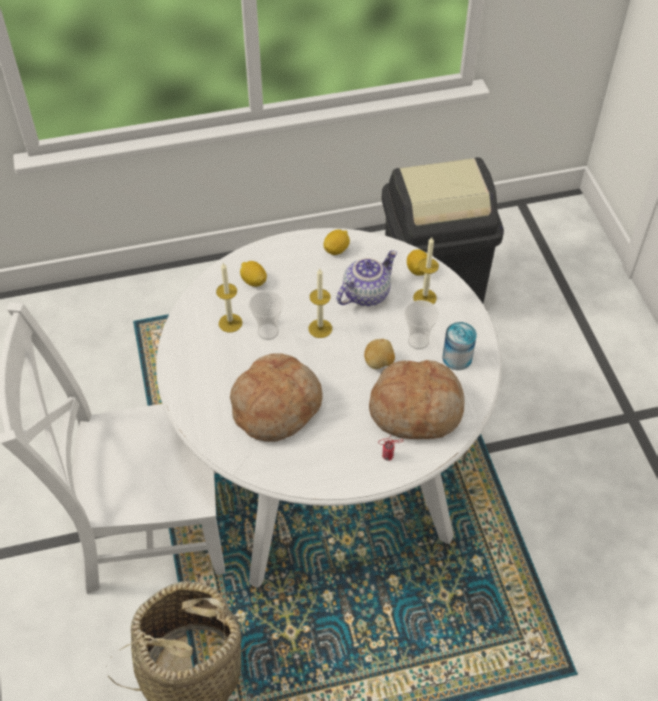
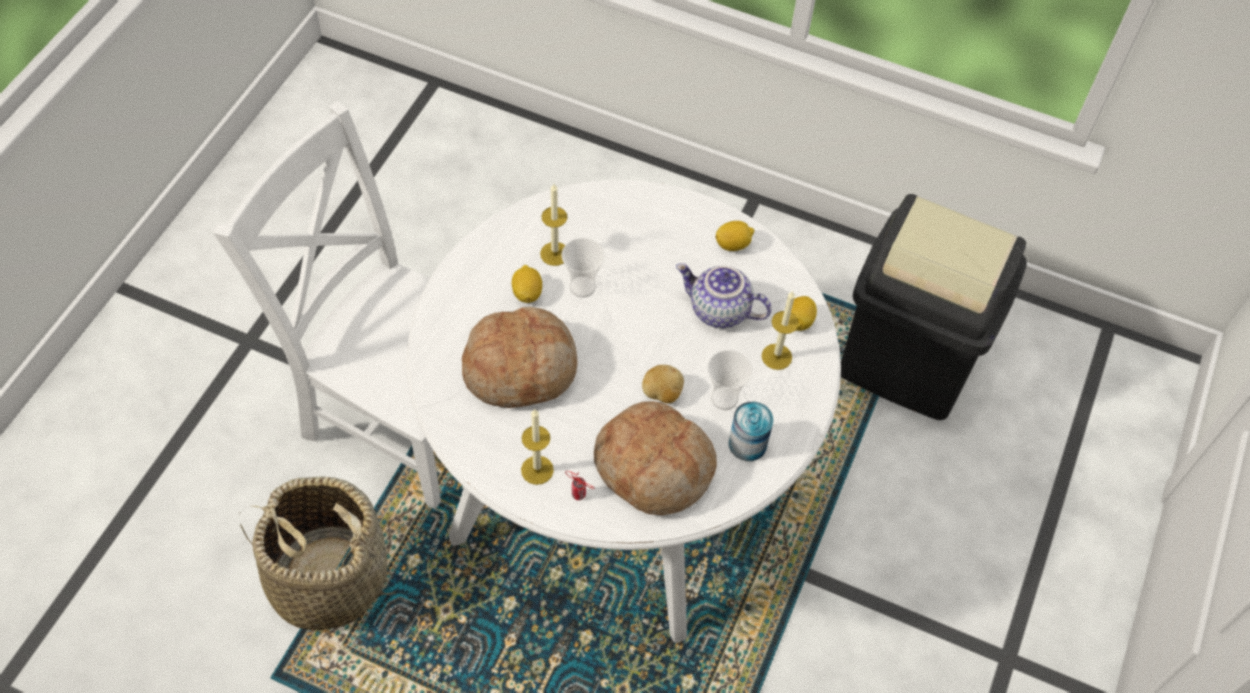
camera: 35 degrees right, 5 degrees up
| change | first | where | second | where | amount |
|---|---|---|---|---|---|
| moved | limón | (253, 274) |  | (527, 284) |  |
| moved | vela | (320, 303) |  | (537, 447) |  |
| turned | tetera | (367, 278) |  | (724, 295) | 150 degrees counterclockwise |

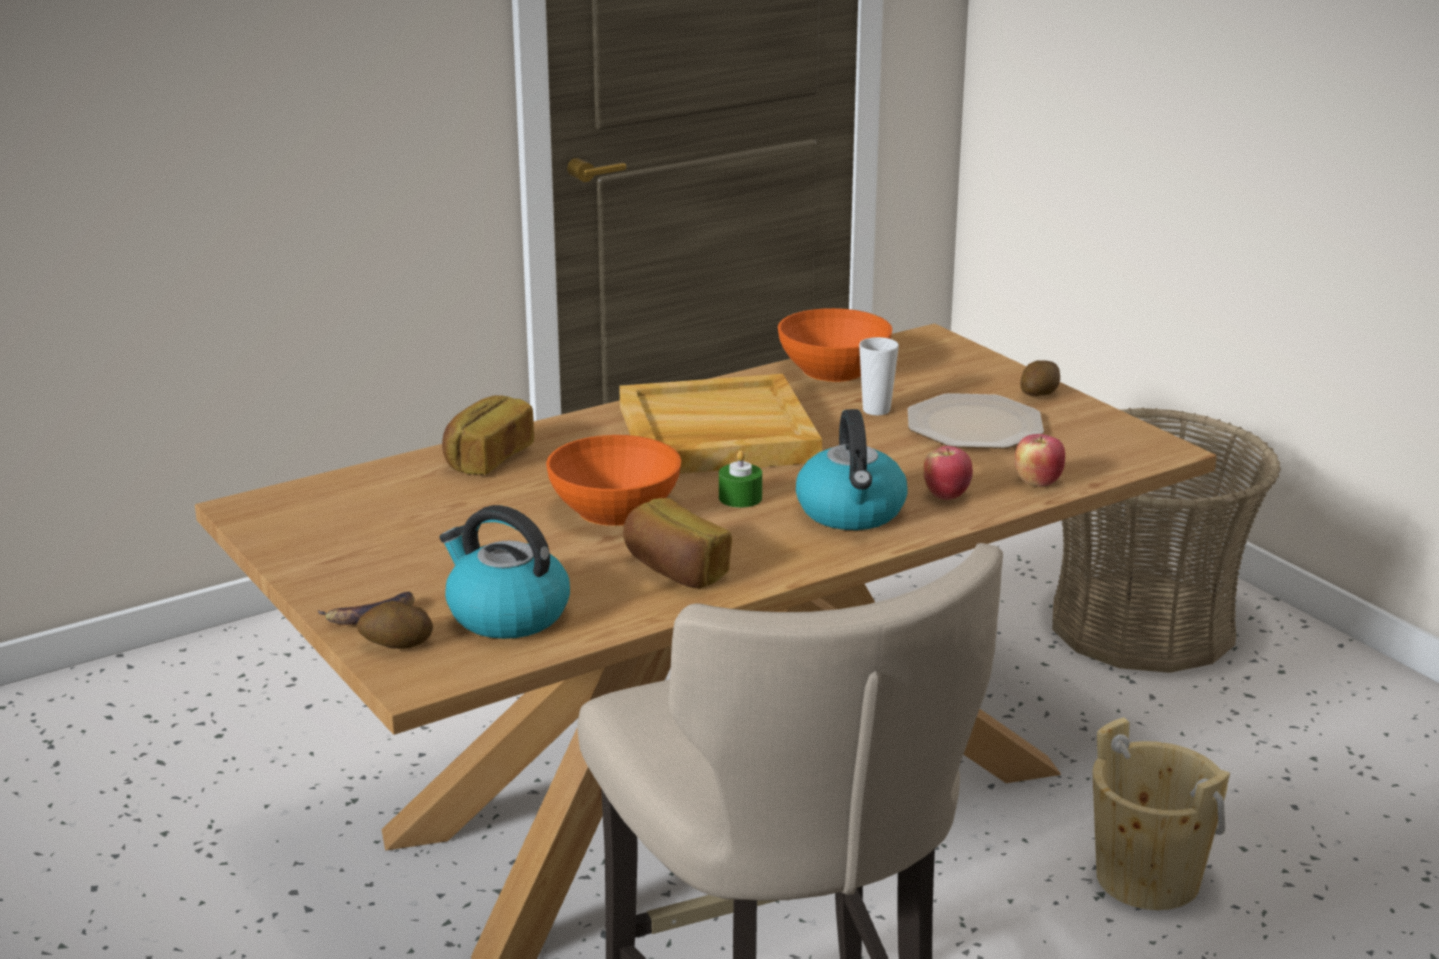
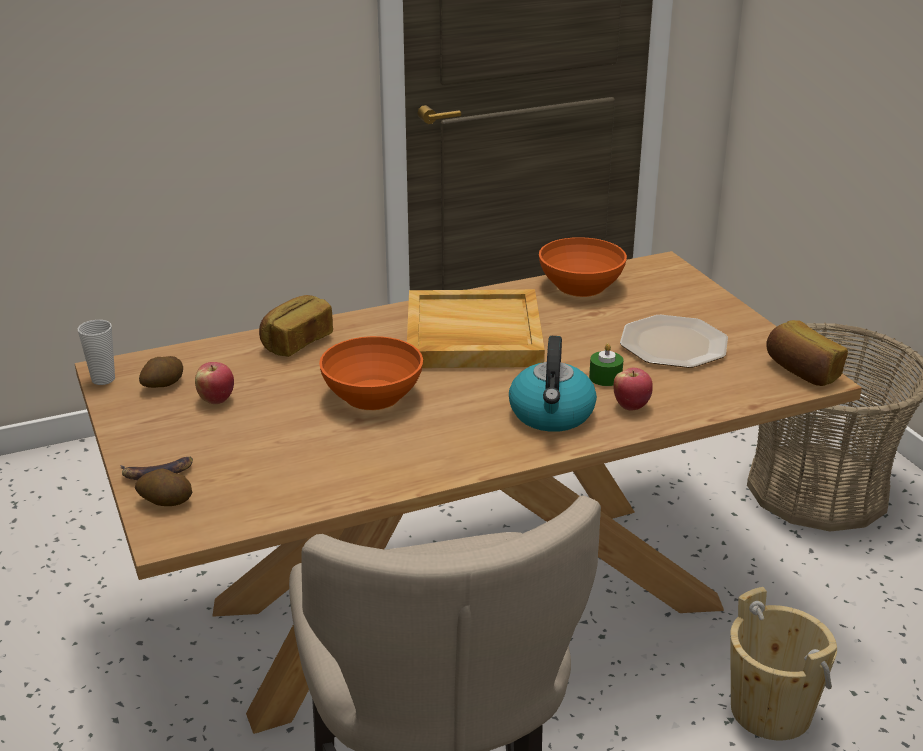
camera: 10 degrees right, 5 degrees up
| change | first | where | second | where | amount |
|---|---|---|---|---|---|
| removed | hervidor | (505, 572) |  |  |  |
| moved | pan | (677, 543) |  | (807, 353) |  |
| moved | vela [verde] | (740, 479) |  | (606, 364) |  |
| moved | taza | (879, 376) |  | (96, 352) |  |
| moved | manzana | (1040, 460) |  | (214, 383) |  |
| moved | patata | (1040, 378) |  | (161, 372) |  |

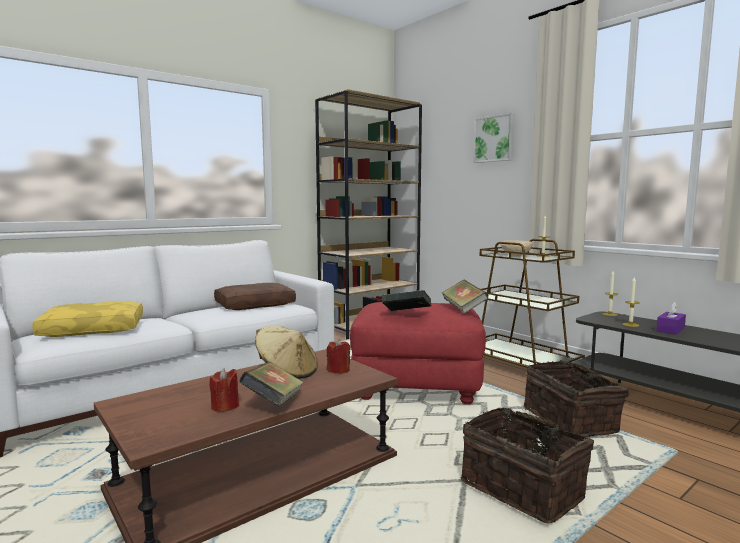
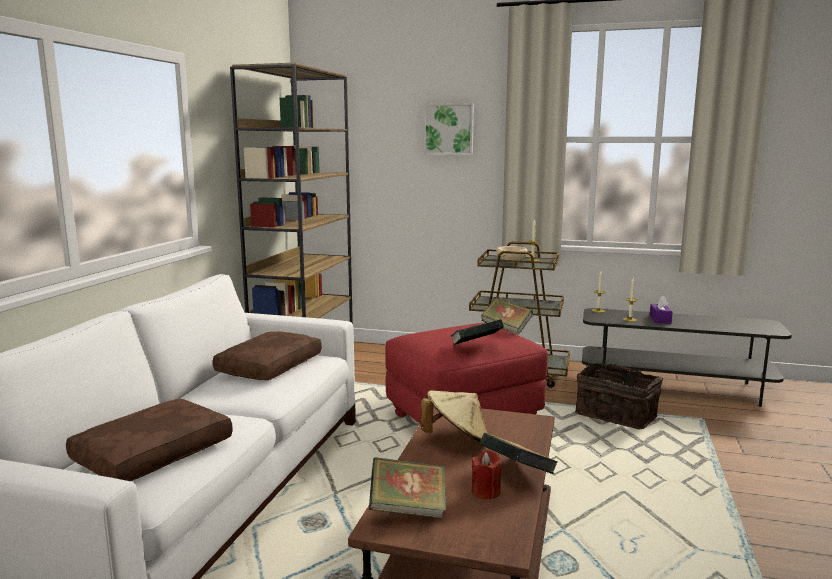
camera: 35 degrees left, 5 degrees up
| change | first | where | second | where | amount |
|---|---|---|---|---|---|
| recoloured | cojín [amarillo] | (87, 319) | cojín [marrón] | (149, 440) |  |
| removed | vela [rojo] | (339, 356) |  |  |  |
| removed | cesta | (527, 465) |  |  |  |
| added |  |  | libro | (407, 487) |  |

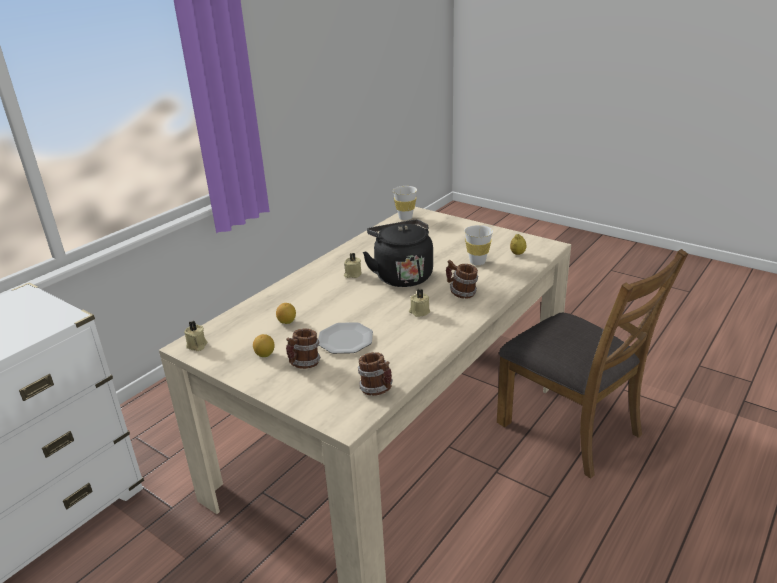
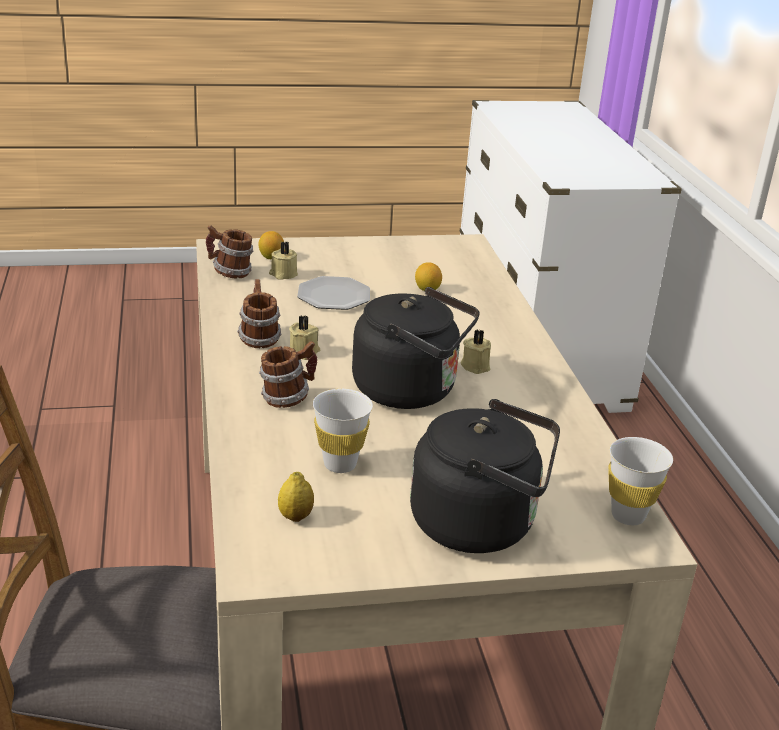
camera: 130 degrees right, 0 degrees up
| change | first | where | second | where | amount |
|---|---|---|---|---|---|
| moved | vela [beis] | (196, 336) |  | (283, 260) |  |
| moved | limón | (264, 345) |  | (271, 245) |  |
| moved | taza grande | (303, 349) |  | (259, 313) |  |
| added |  |  | hervidor [negro] | (485, 476) |  |

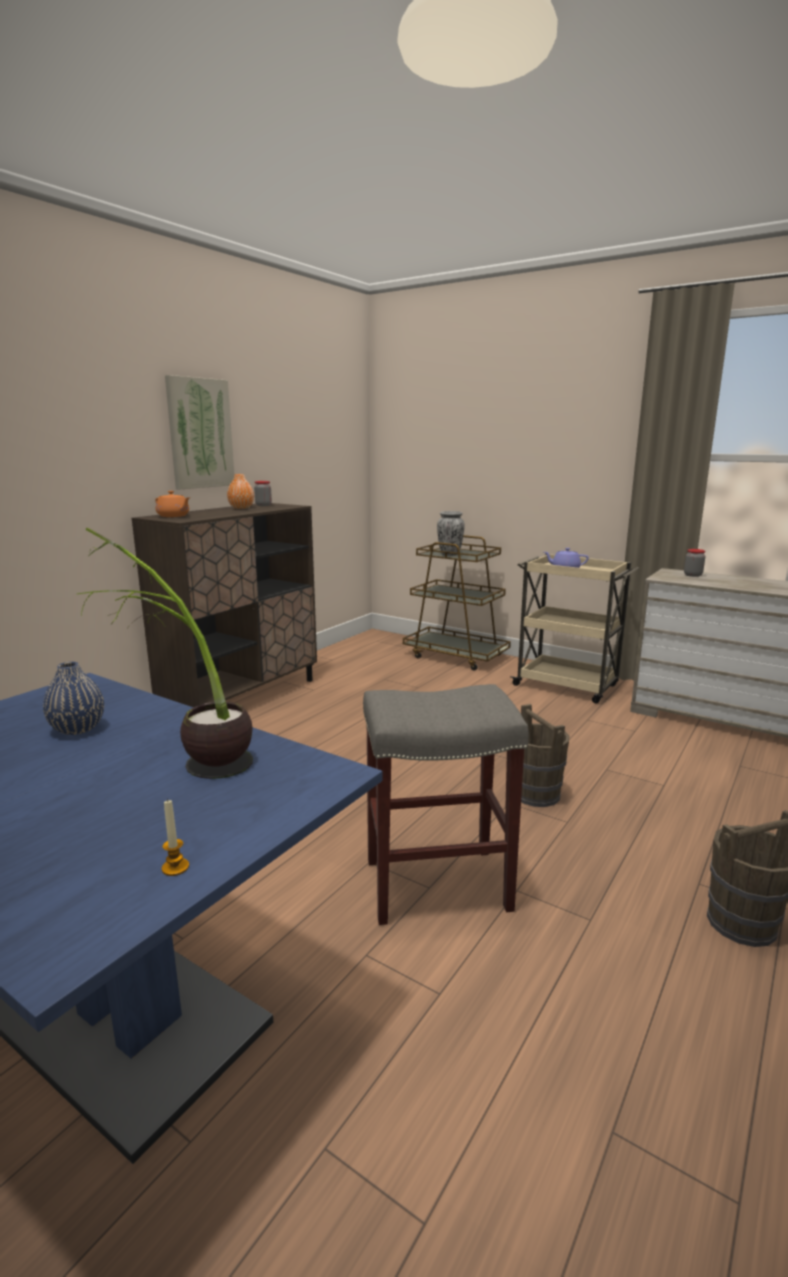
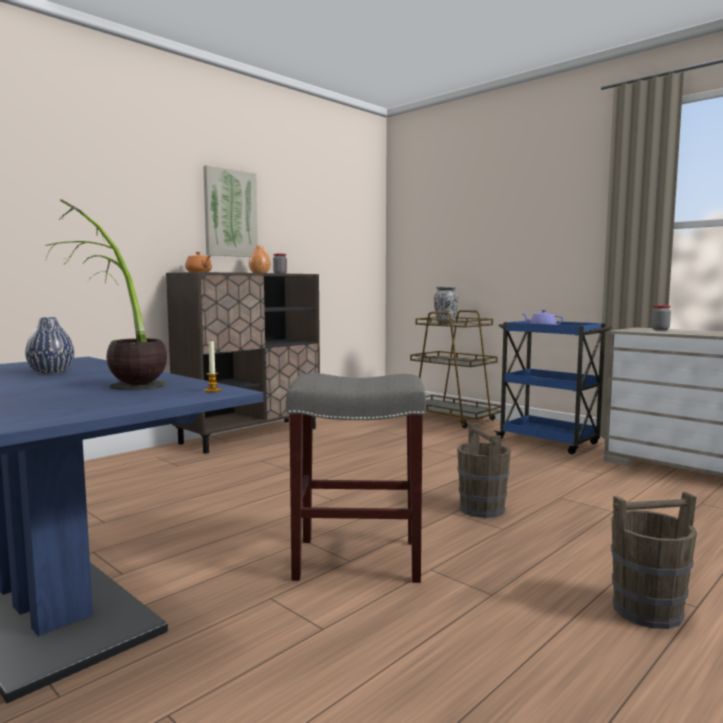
camera: 10 degrees right, 10 degrees down
| change | first | where | second | where | amount |
|---|---|---|---|---|---|
| moved | vela | (175, 837) |  | (213, 367) |  |
| recoloured | carrito [beis] | (574, 628) | carrito [azul] | (553, 387) |  |

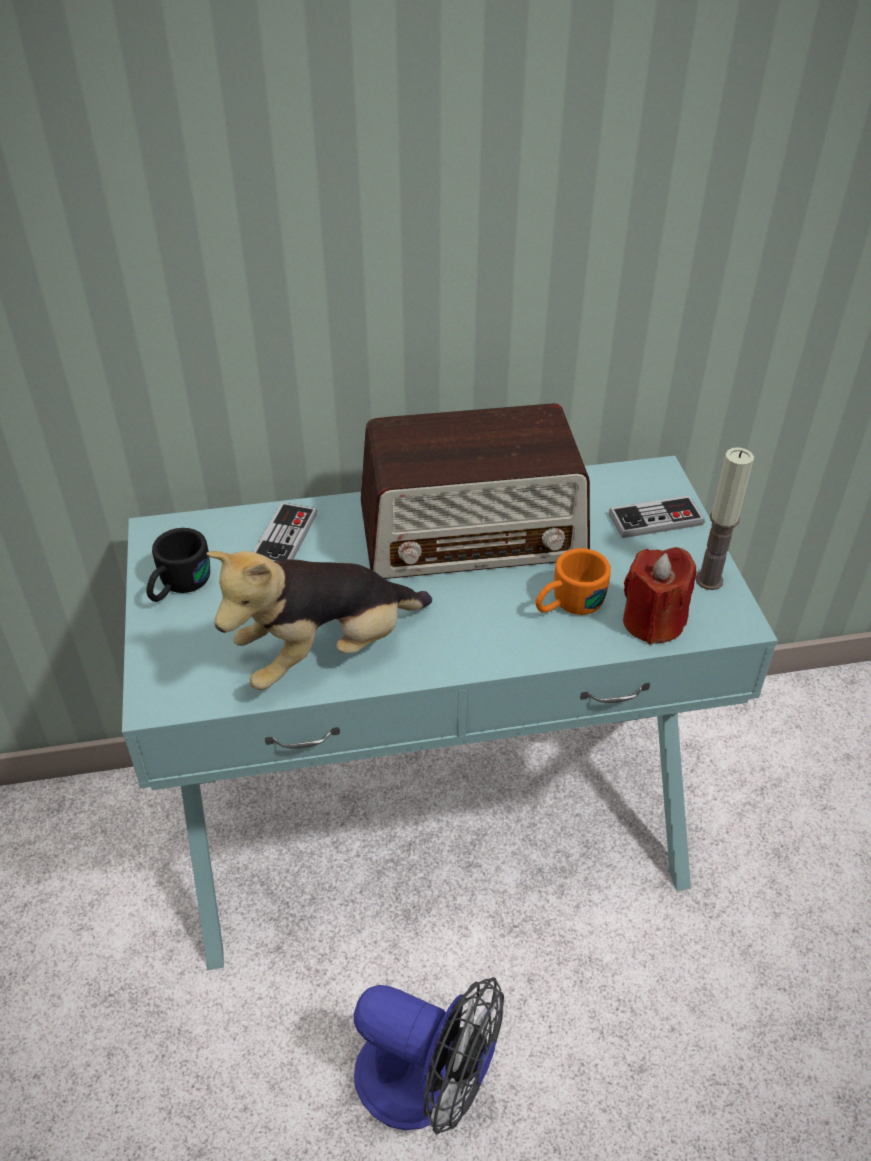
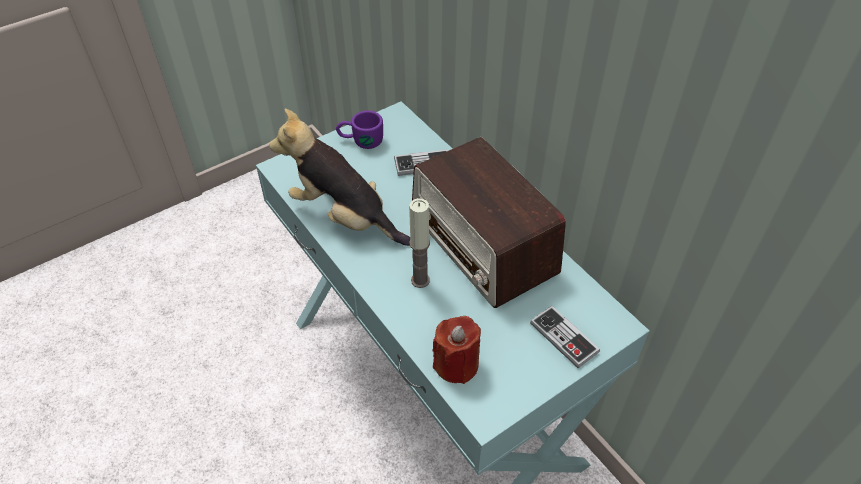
camera: 65 degrees right, 5 degrees up
| change | first | where | second | where | amount |
|---|---|---|---|---|---|
| recoloured | taza grande [negro] | (178, 565) | taza grande [morado] | (359, 129) |  |
| removed | ventilador | (429, 1055) |  |  |  |
| removed | taza grande [naranja] | (573, 581) |  |  |  |
| moved | vela | (725, 518) |  | (419, 243) |  |

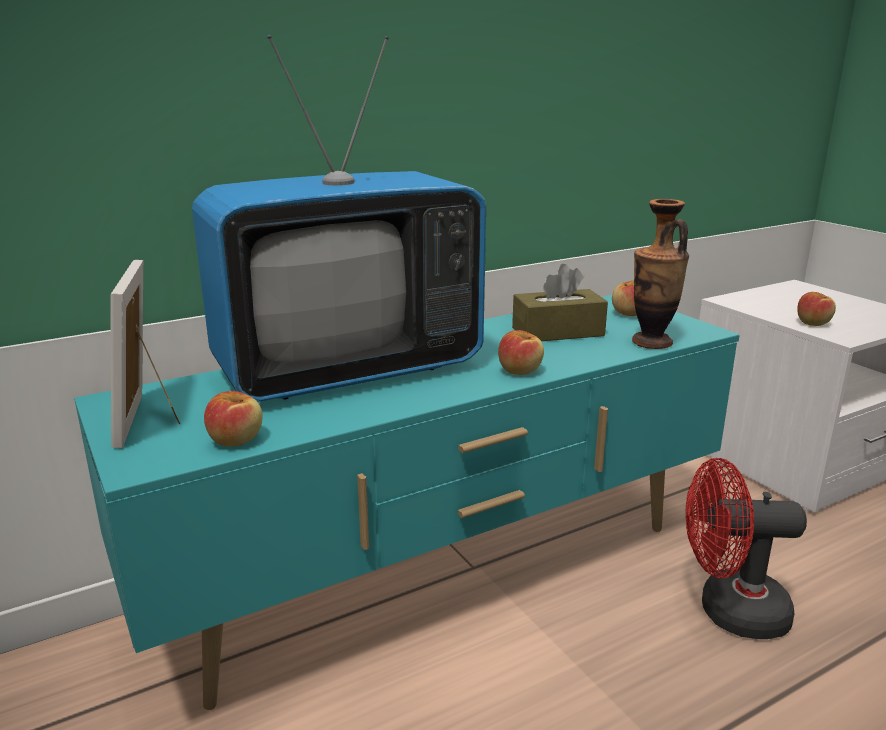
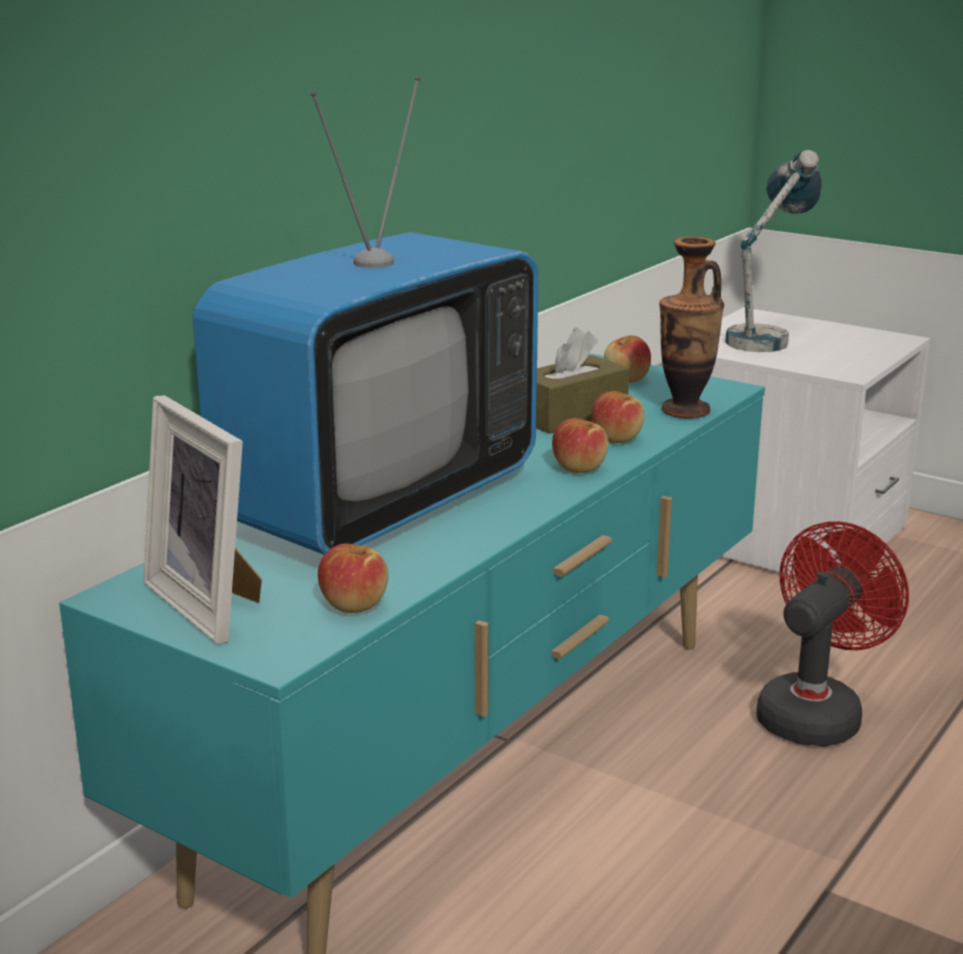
camera: 25 degrees left, 0 degrees up
| change | first | where | second | where | amount |
|---|---|---|---|---|---|
| turned | ventilador [rojo] | (746, 548) |  | (832, 634) | 150 degrees clockwise |
| moved | manzana | (816, 309) |  | (618, 417) |  |
| added |  |  | lámpara de mesa | (774, 251) |  |

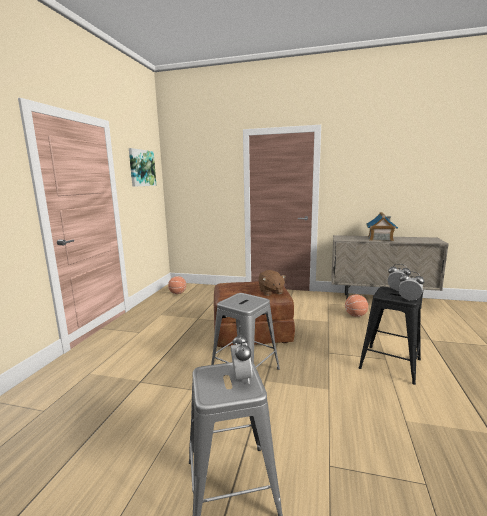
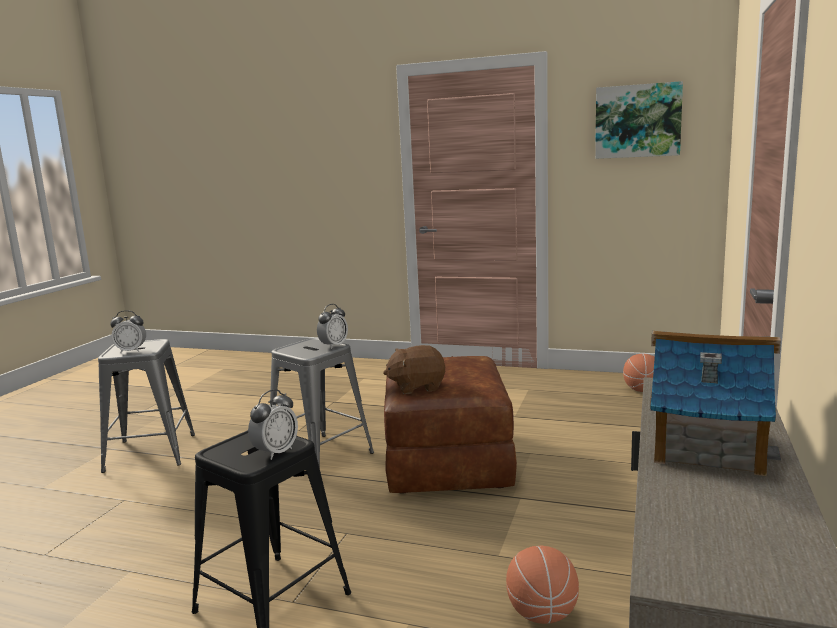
camera: 95 degrees right, 0 degrees up
| change | first | where | second | where | amount |
|---|---|---|---|---|---|
| moved | despertador | (411, 285) |  | (332, 326) |  |

